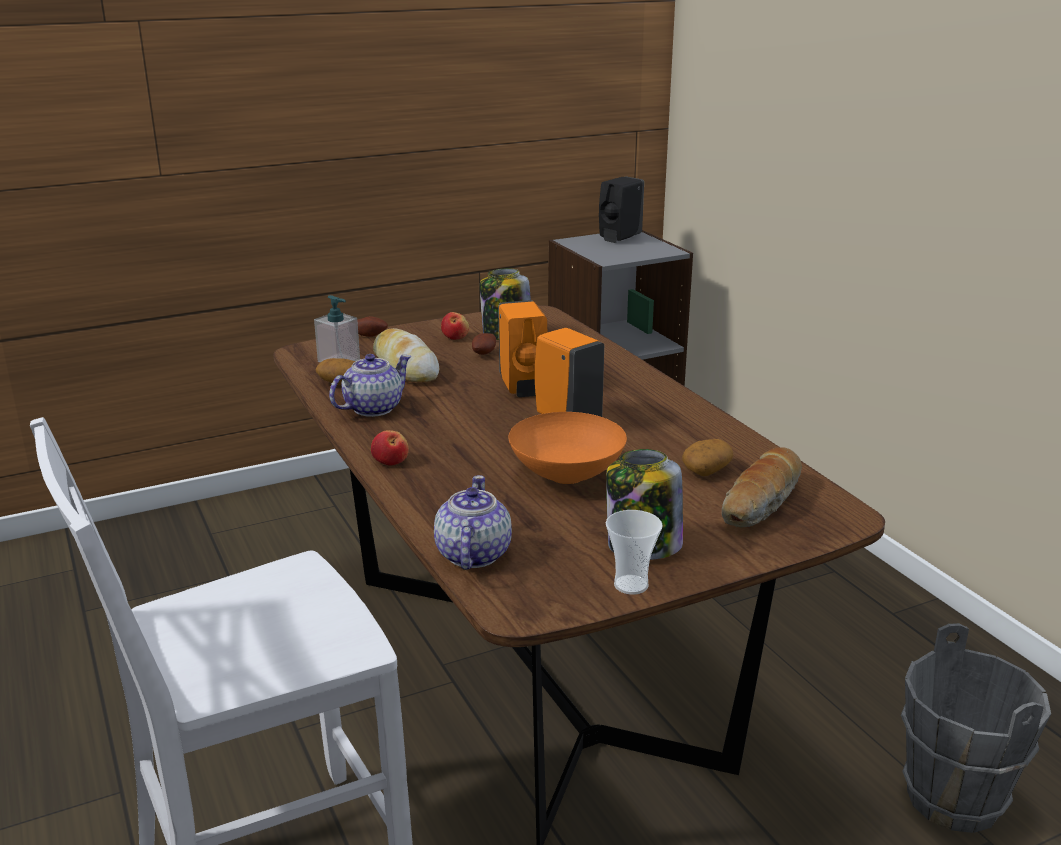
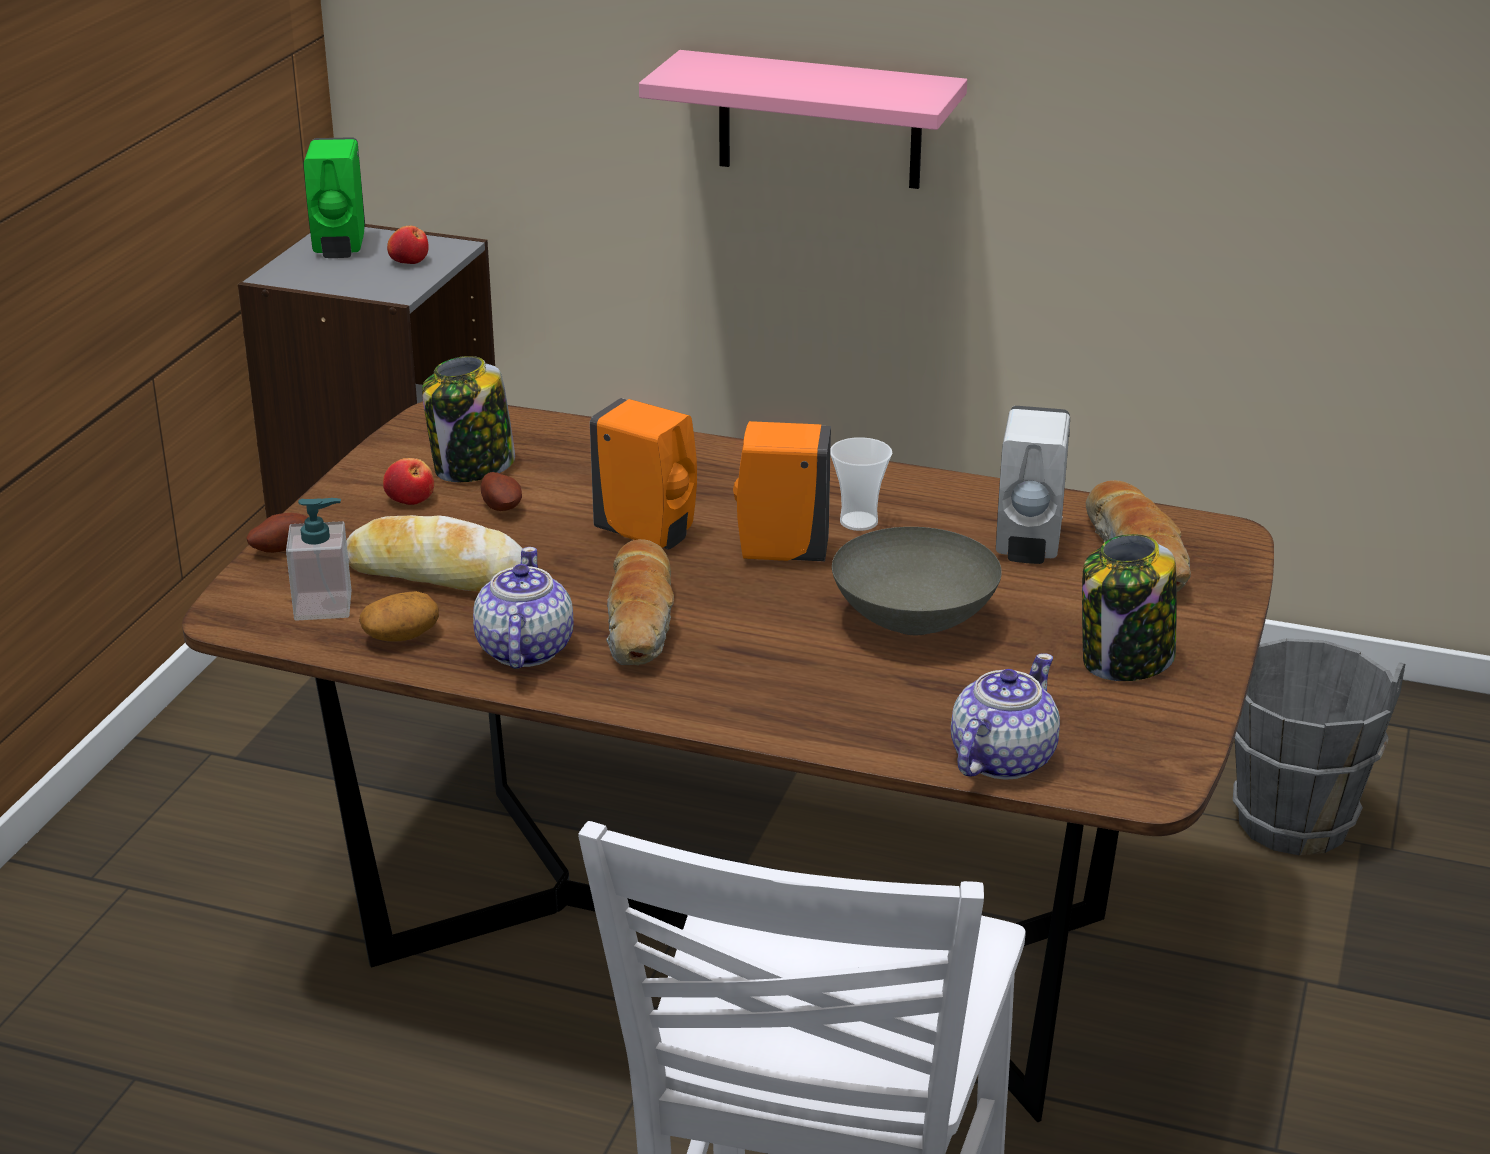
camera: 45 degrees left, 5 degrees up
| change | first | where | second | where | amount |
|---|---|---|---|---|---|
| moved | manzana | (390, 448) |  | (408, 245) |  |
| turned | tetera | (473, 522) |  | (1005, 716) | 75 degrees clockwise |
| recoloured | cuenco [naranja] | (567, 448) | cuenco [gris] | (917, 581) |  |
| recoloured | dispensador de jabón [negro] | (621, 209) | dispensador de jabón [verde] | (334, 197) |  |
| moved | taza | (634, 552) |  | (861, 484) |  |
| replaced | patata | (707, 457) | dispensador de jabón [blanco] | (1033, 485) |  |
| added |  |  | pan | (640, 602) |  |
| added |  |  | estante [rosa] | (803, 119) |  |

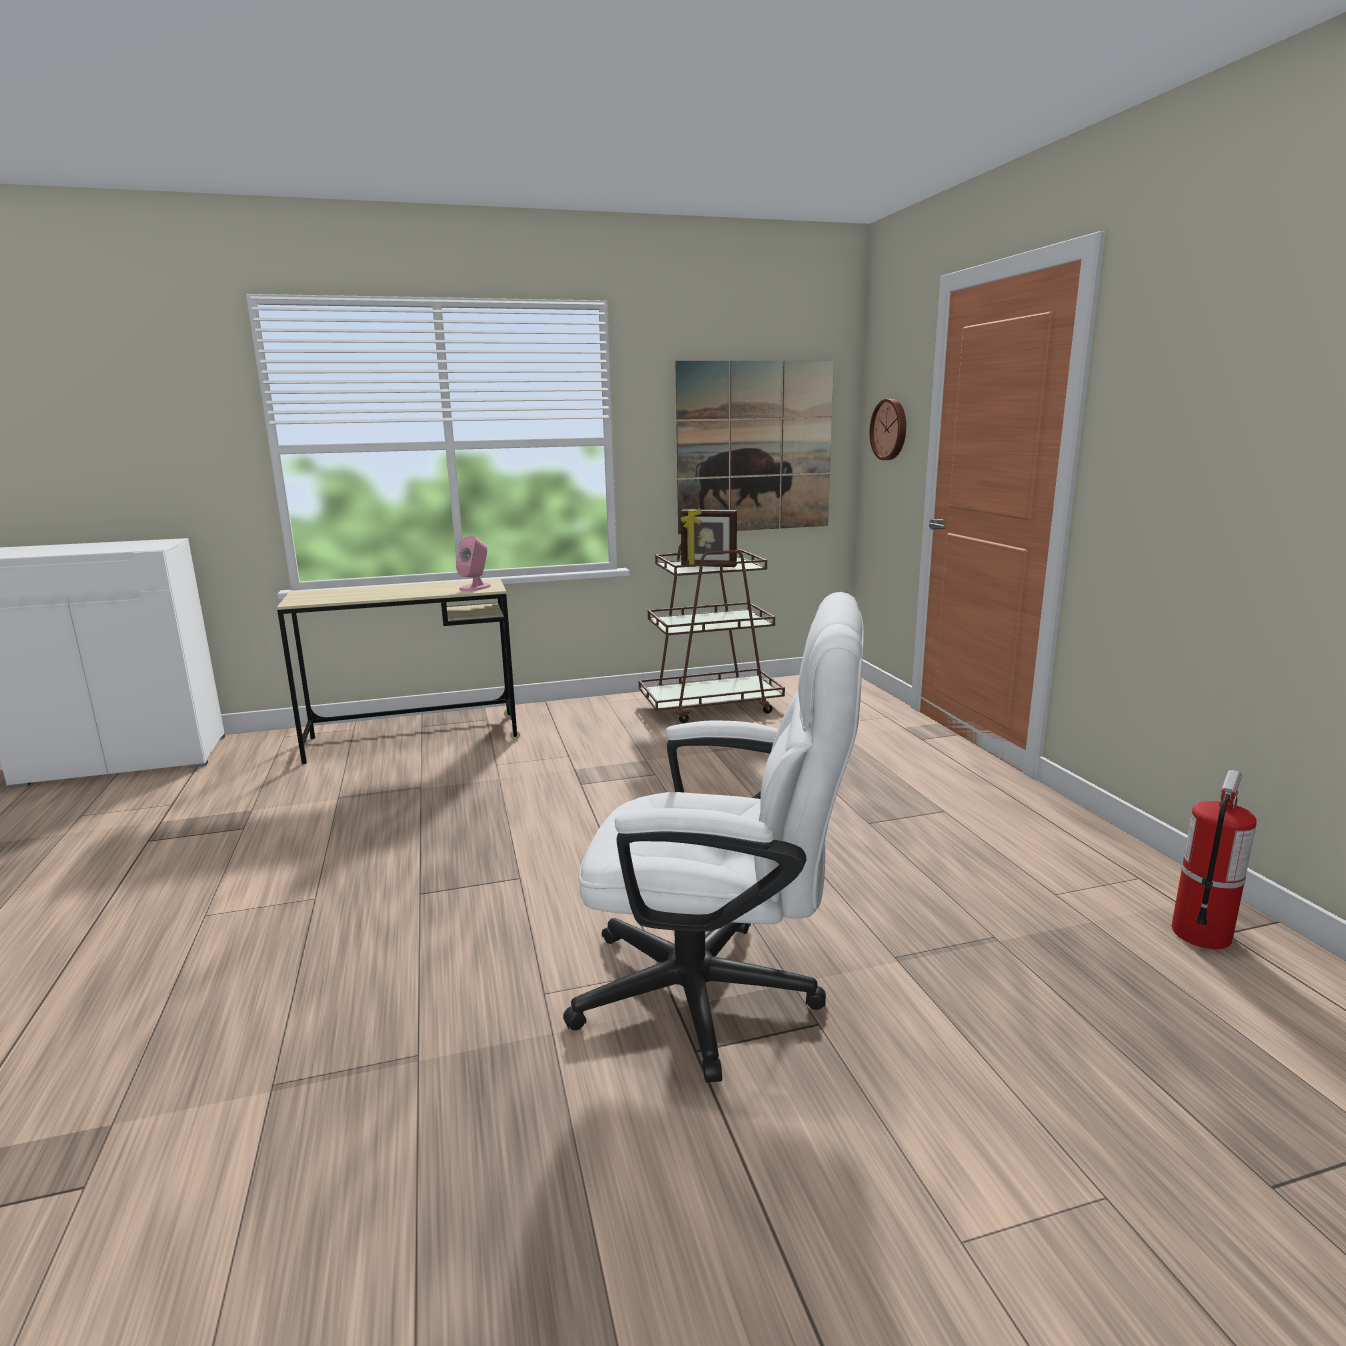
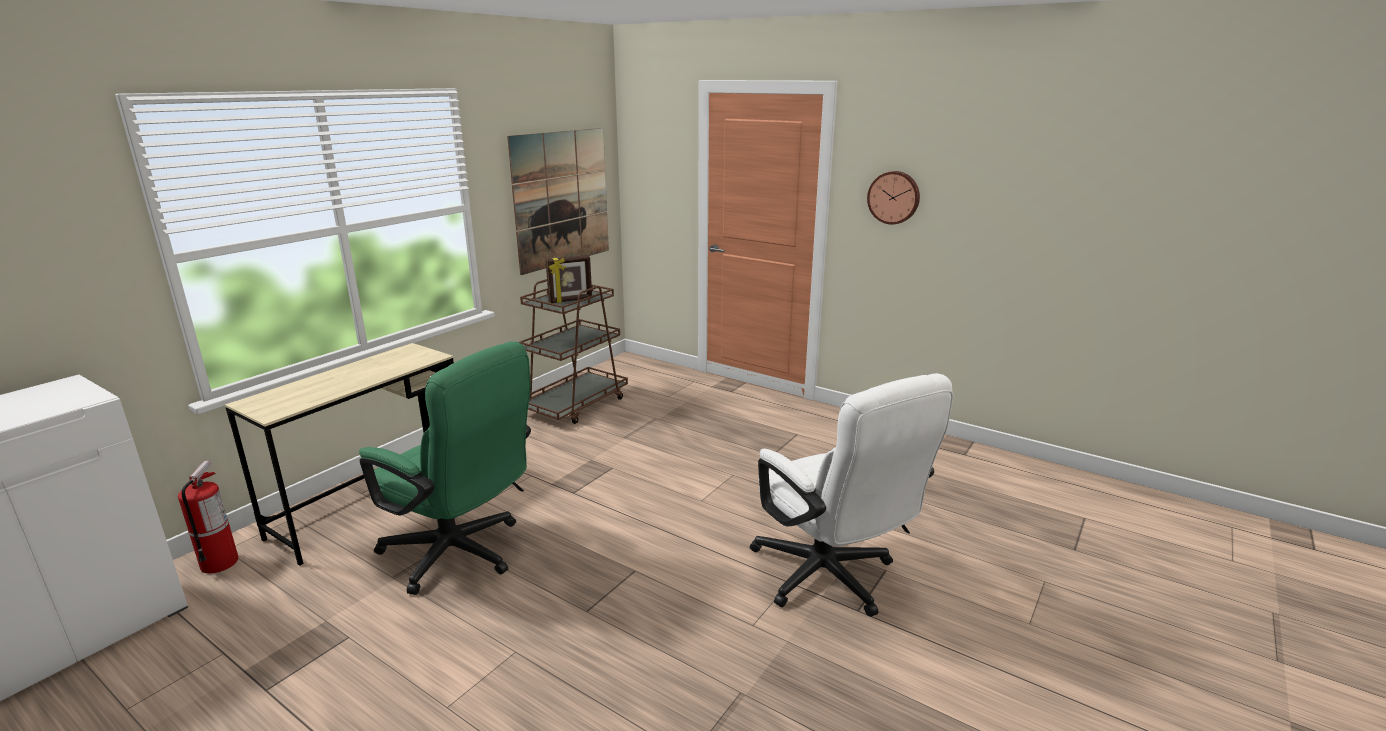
camera: 40 degrees left, 5 degrees up
| change | first | where | second | where | amount |
|---|---|---|---|---|---|
| removed | altavoz [rosa] | (473, 563) |  |  |  |
| turned | silla de oficina [blanco] | (713, 837) |  | (851, 495) | 90 degrees clockwise |
| moved | reloj de pared | (888, 429) |  | (893, 197) |  |
| moved | extintor | (1214, 859) |  | (208, 517) |  |
| added |  |  | silla de oficina [verde] | (445, 468) |  |

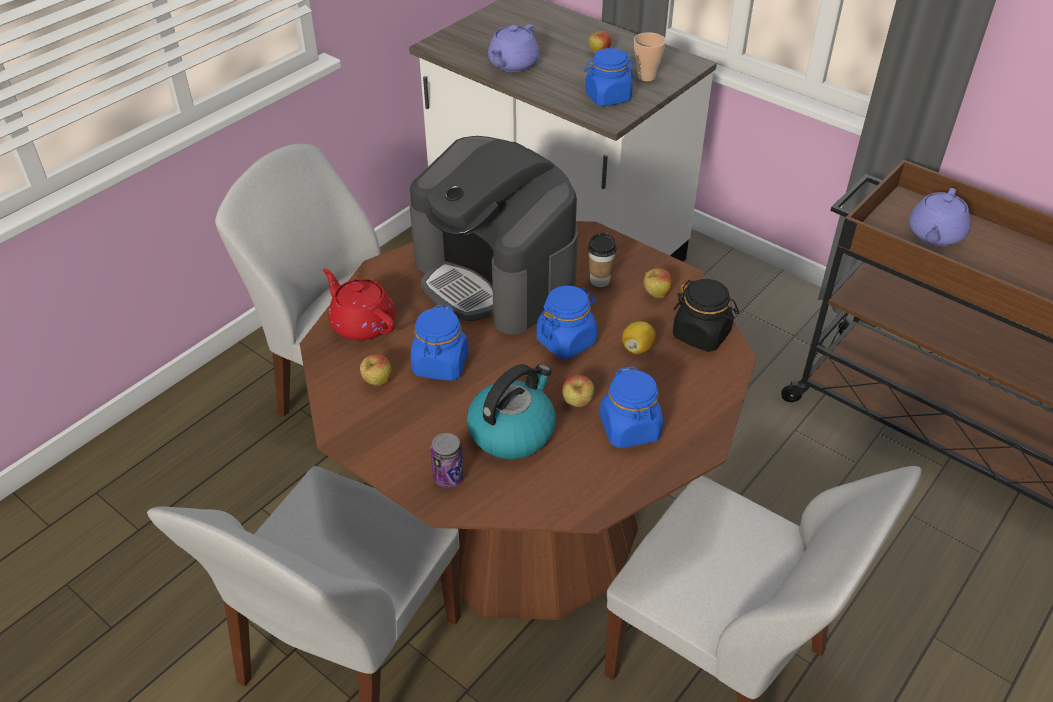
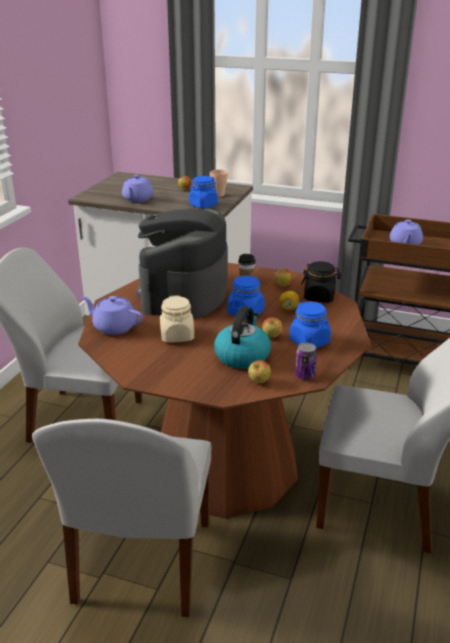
camera: 20 degrees left, 15 degrees down
| change | first | where | second | where | amount |
|---|---|---|---|---|---|
| recoloured | tetera [rojo] | (359, 304) | tetera [morado] | (112, 315) |  |
| moved | manzana | (376, 369) |  | (259, 371) |  |
| turned | cafetera | (493, 235) |  | (182, 263) | 75 degrees clockwise |
| recoloured | tarro [azul] | (439, 343) | tarro [beis] | (177, 318) |  |
| moved | lata | (447, 460) |  | (306, 361) |  |

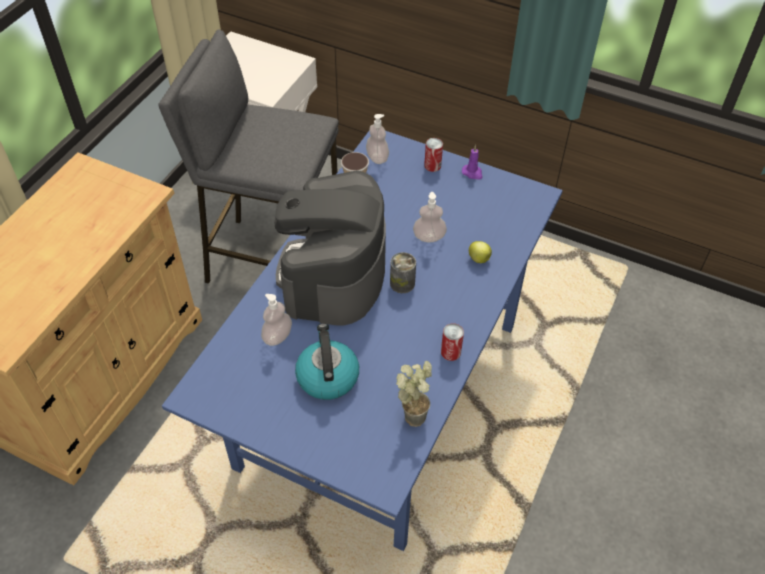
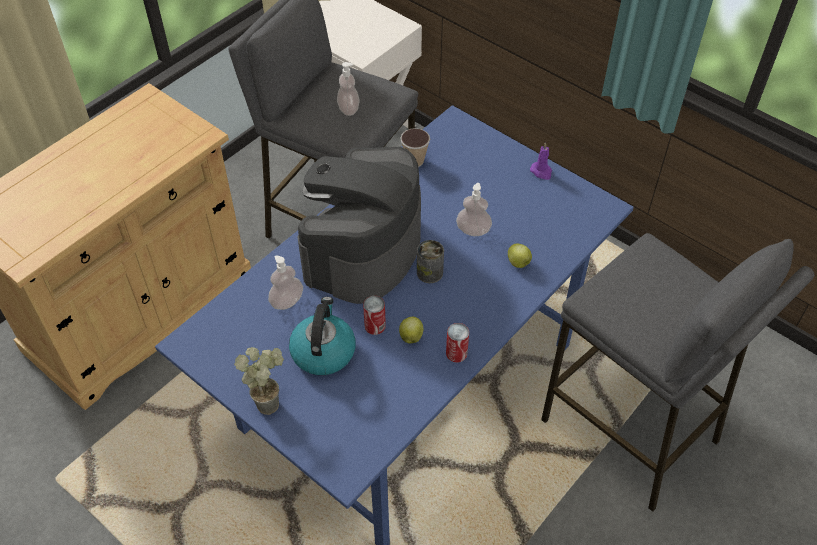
camera: 15 degrees right, 0 degrees up
| change | first | where | second | where | amount |
|---|---|---|---|---|---|
| moved | dispensador de jabón | (377, 139) |  | (348, 89) |  |
| moved | planta en maceta | (414, 394) |  | (259, 381) |  |
| moved | lata | (433, 155) |  | (374, 315) |  |
| added |  |  | manzana | (411, 330) |  |
| added |  |  | taburete [gris] | (678, 372) |  |

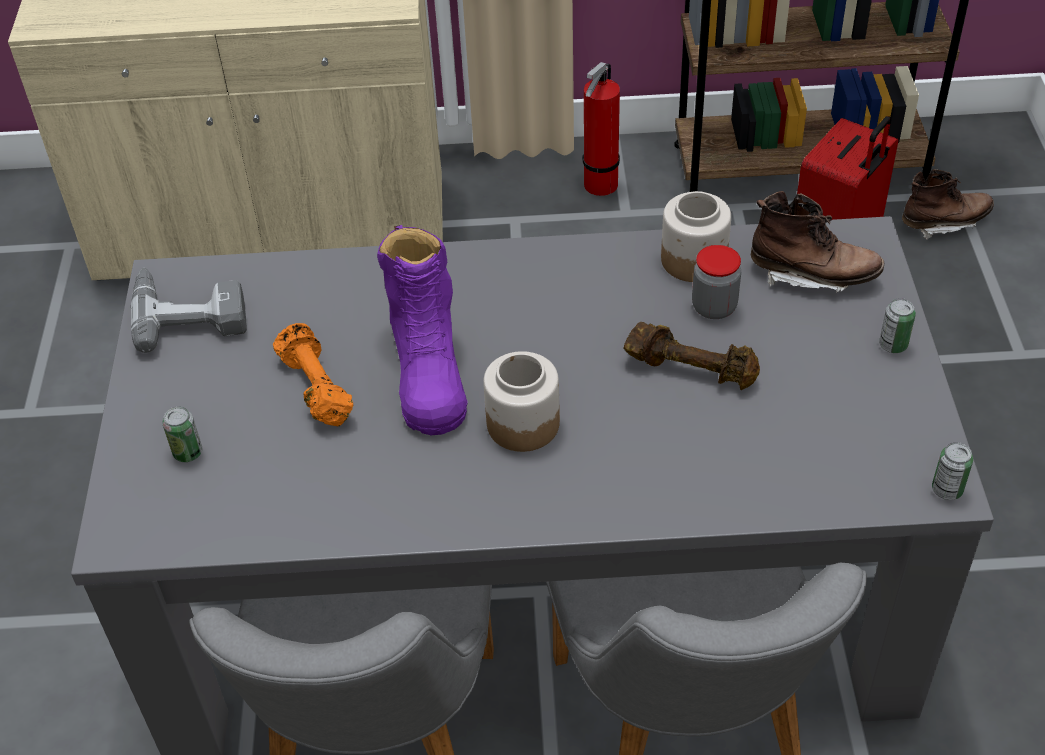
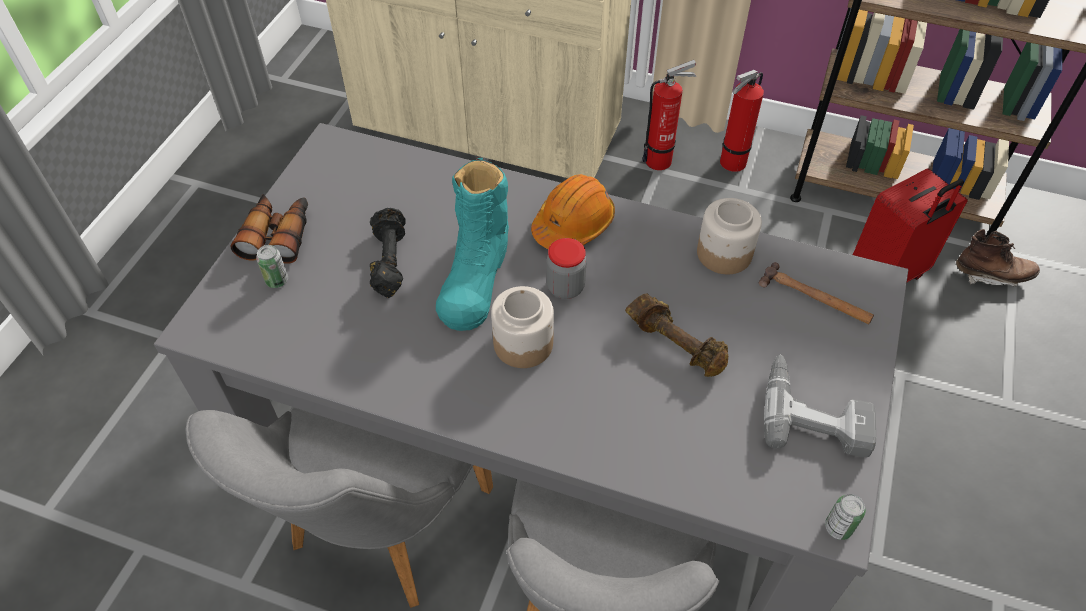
camera: 20 degrees right, 5 degrees up
| change | first | where | second | where | amount |
|---|---|---|---|---|---|
| moved | taladro | (189, 310) |  | (820, 405) |  |
| recoloured | mancuerna [naranja] | (313, 374) | mancuerna [negro] | (388, 253) |  |
| recoloured | bota [morado] | (422, 330) | bota [turquesa] | (472, 244) |  |
| moved | tarro | (716, 282) |  | (567, 268) |  |
| replaced | bota [marrón] | (818, 242) | martillo | (816, 293) |  |
| removed | lata | (897, 325) |  |  |  |
| added |  |  | prismáticos | (269, 229) |  |
| added |  |  | casco [naranja] | (573, 211) |  |
| added |  |  | extintor | (669, 115) |  |

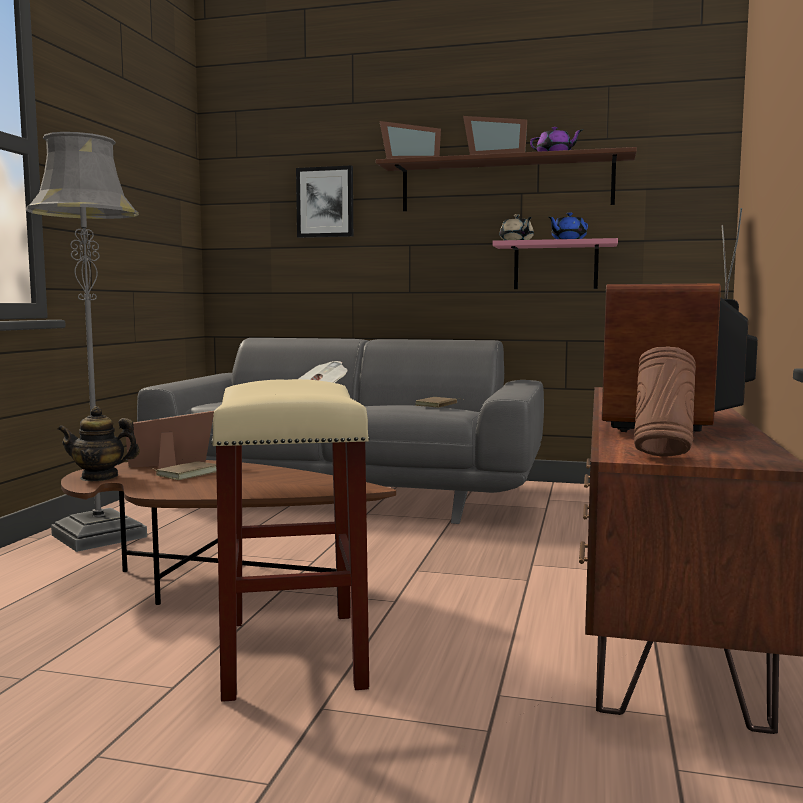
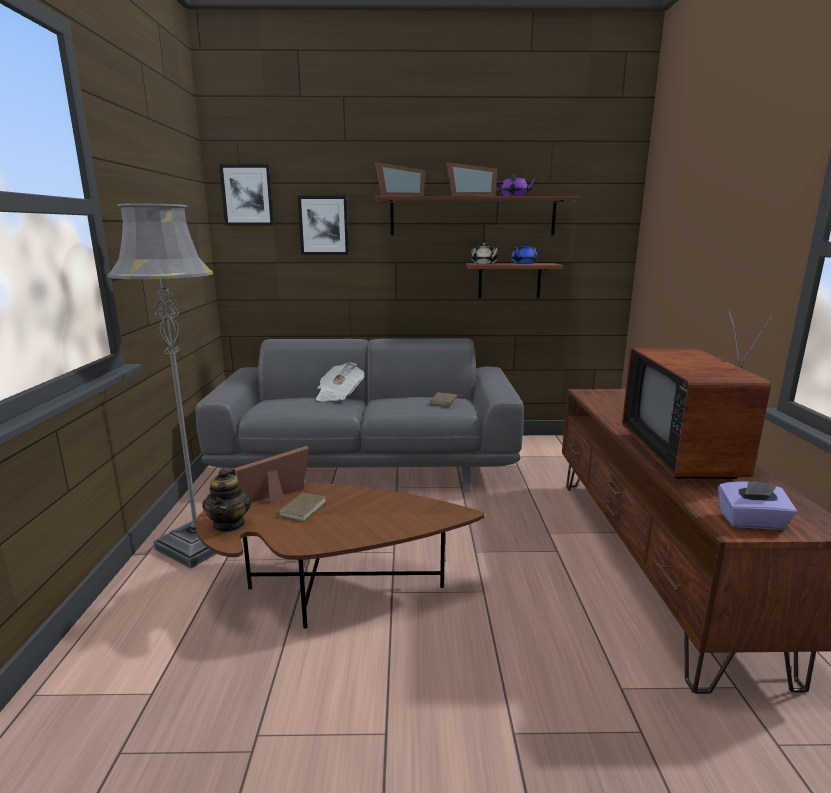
camera: 15 degrees left, 10 degrees up
| change | first | where | second | where | amount |
|---|---|---|---|---|---|
| turned | tetera | (98, 443) |  | (226, 500) | 75 degrees counterclockwise |
| removed | taburete [beis] | (290, 540) |  |  |  |
| recoloured | estante [rosa] | (555, 263) | estante [marrón] | (514, 280) |  |
| replaced | florero [marrón] | (665, 402) | caja de pañuelos [morado] | (757, 505) |  |
| added |  |  | cuadro | (247, 195) |  |

